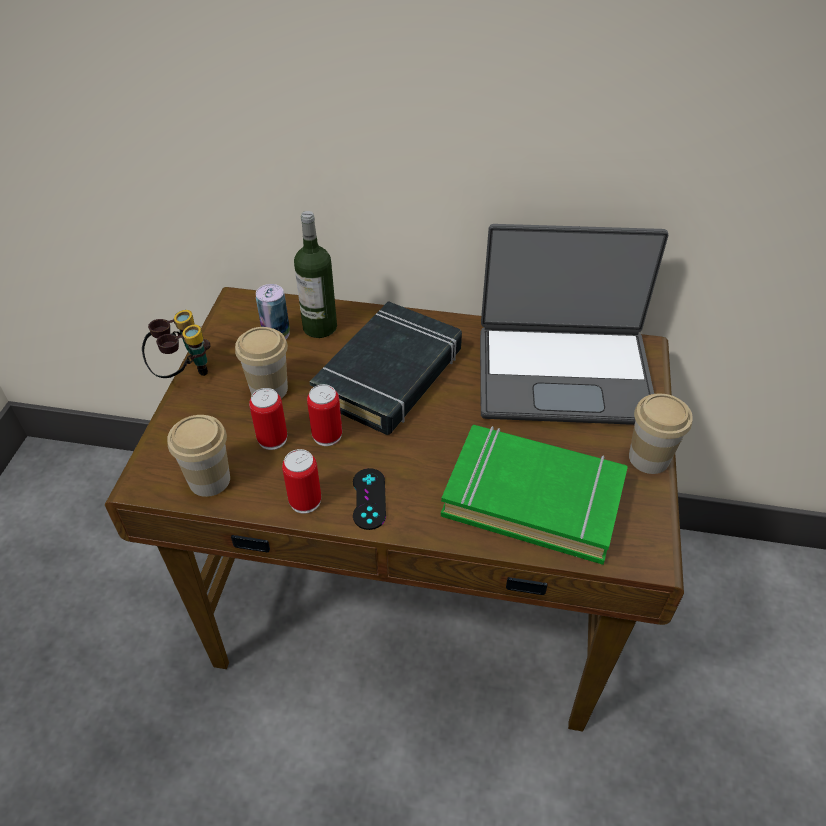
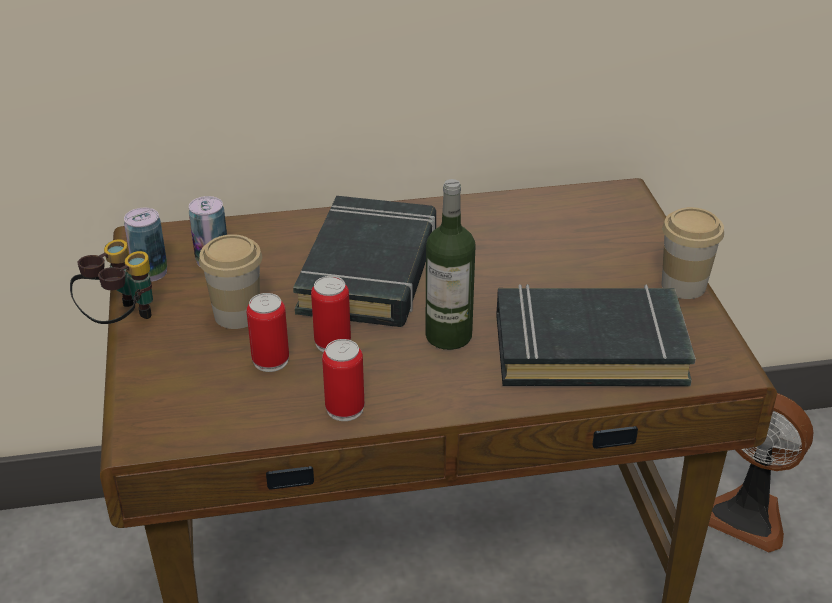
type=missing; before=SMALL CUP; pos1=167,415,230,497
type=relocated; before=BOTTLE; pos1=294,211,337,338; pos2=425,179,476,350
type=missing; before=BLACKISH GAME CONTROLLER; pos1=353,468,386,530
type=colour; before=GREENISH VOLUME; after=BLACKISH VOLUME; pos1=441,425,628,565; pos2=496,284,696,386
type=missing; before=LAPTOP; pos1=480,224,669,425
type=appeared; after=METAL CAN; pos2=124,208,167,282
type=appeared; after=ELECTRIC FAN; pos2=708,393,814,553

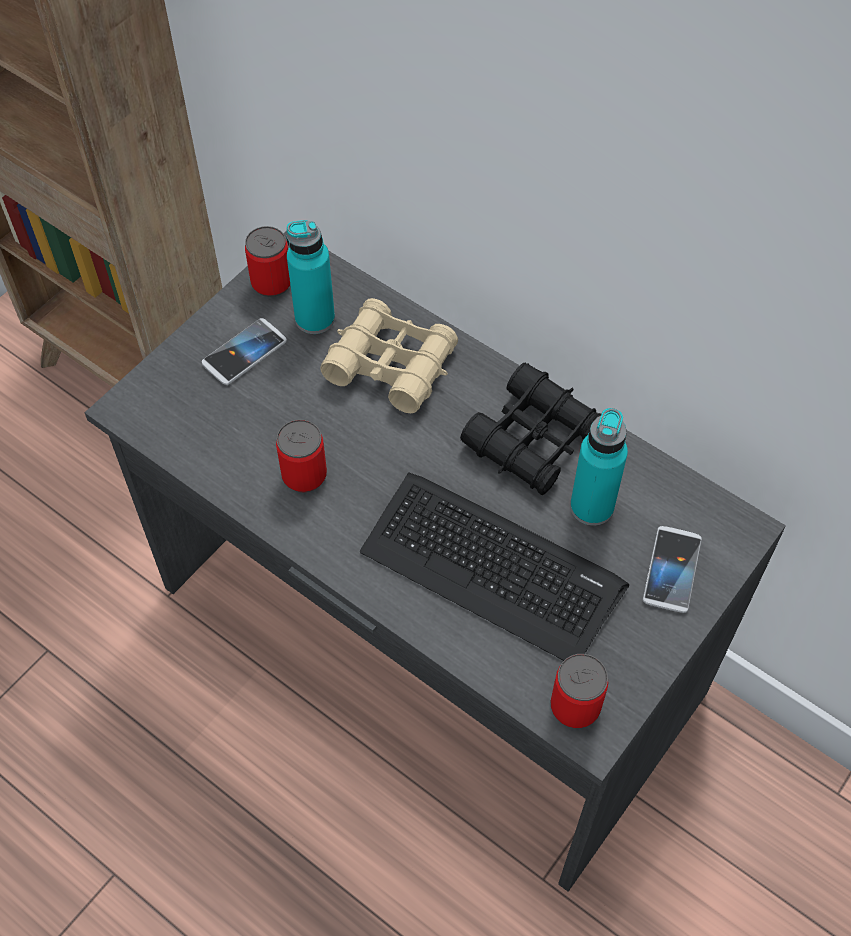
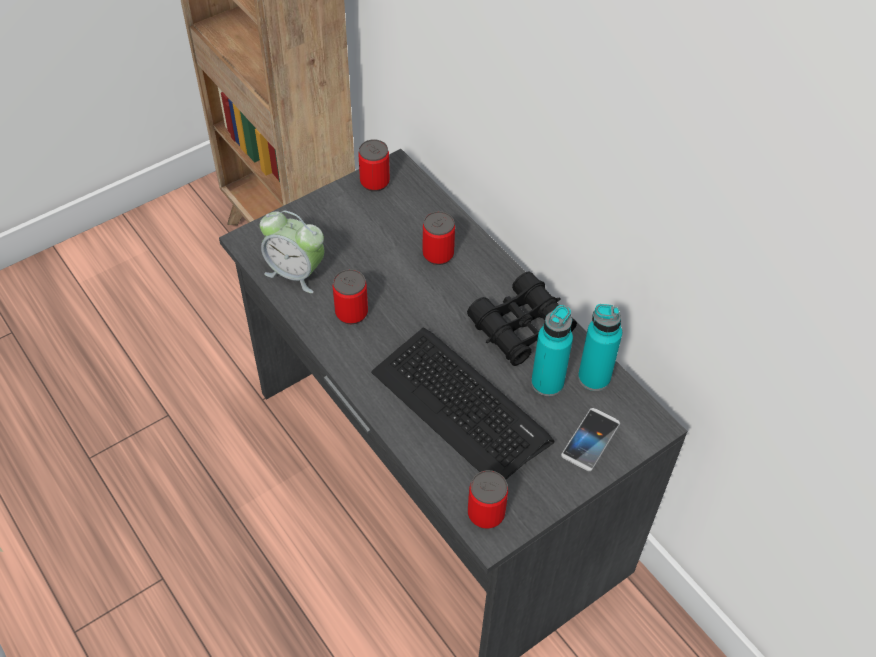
type=missing; before=HANDSET; pos1=202,318,287,385
type=relocated; before=TURQUOISE BOTTLE; pos1=286,220,335,334; pos2=578,304,622,391
type=exchanged; before=BEIGE FIELD GLASSES; after=METAL CAN; pos1=321,298,458,413; pos2=423,211,455,265
type=appeared; after=ALARM CLOCK; pos2=260,211,324,293

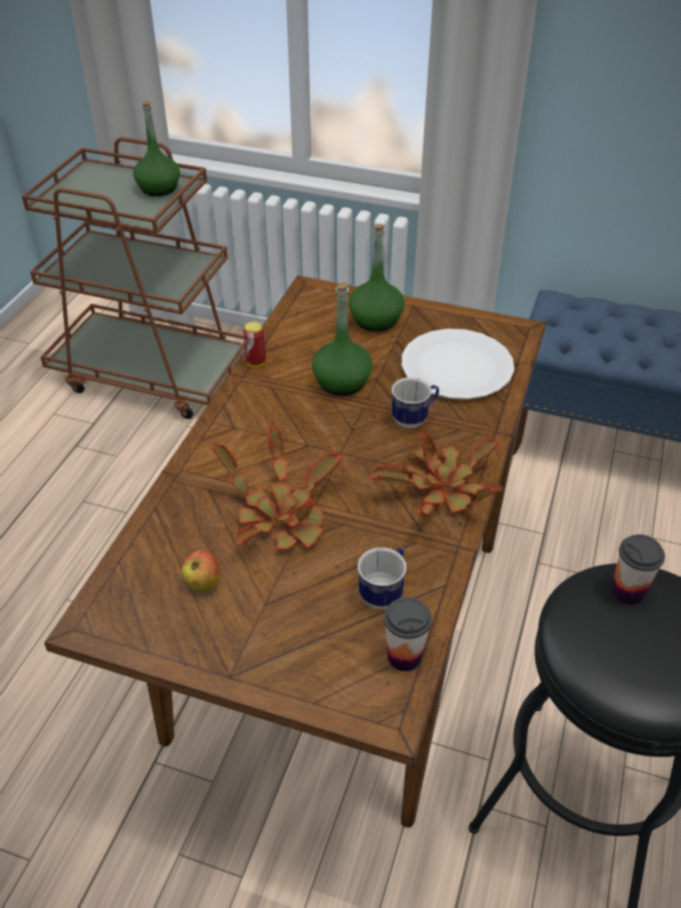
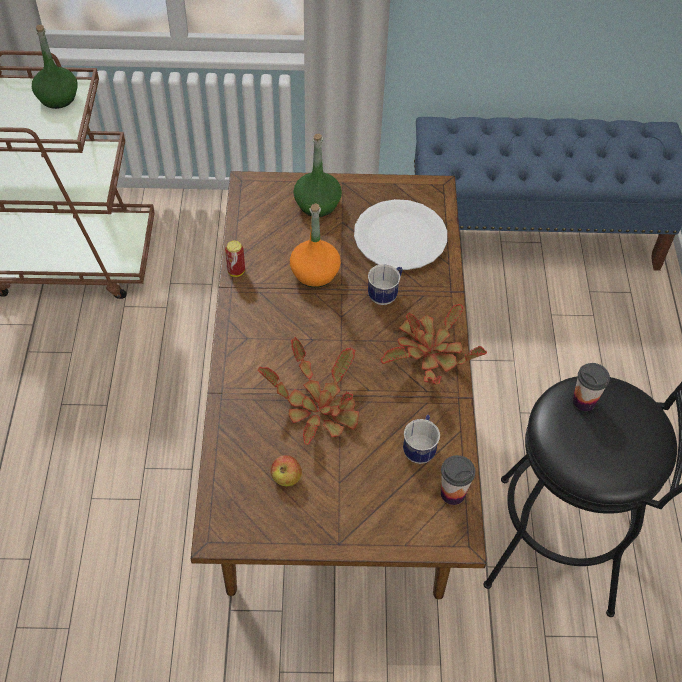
type=colour; before=GREENISH BOTTLE; after=ORANGEY BOTTLE; pos1=312,282,372,396; pos2=290,203,341,288

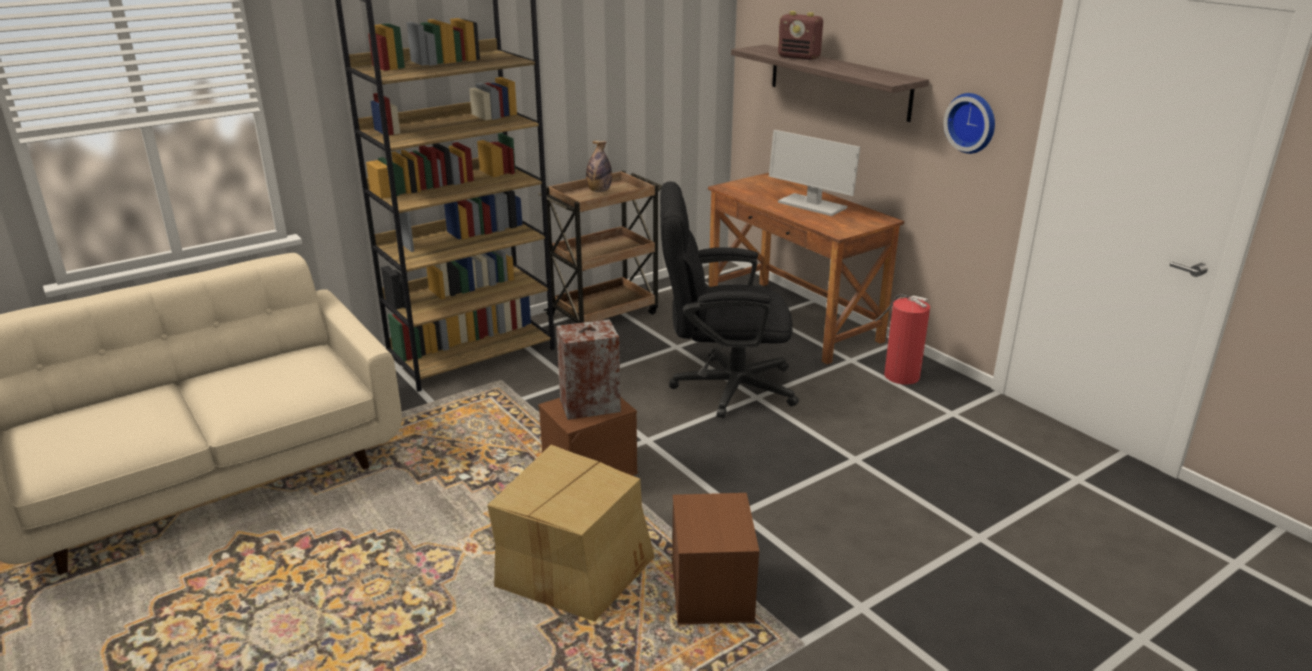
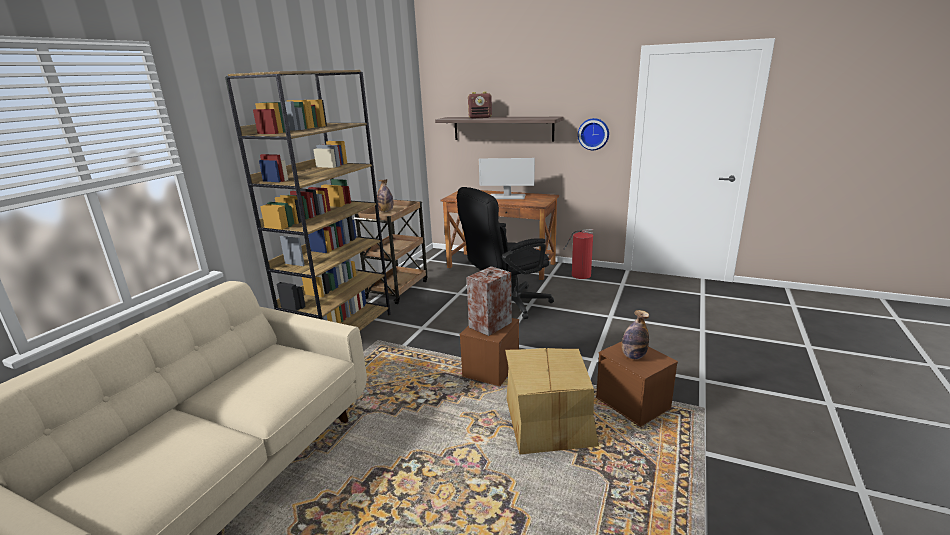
type=appeared; after=BOTTLE; pos2=622,310,649,359

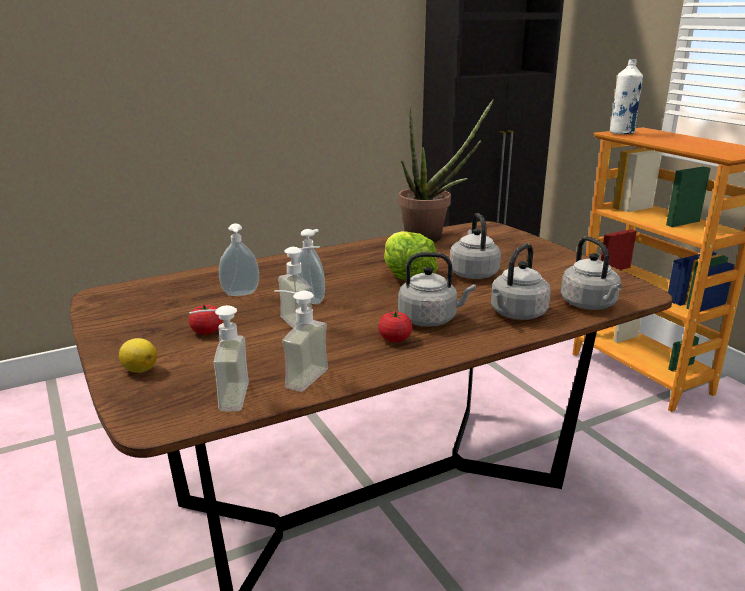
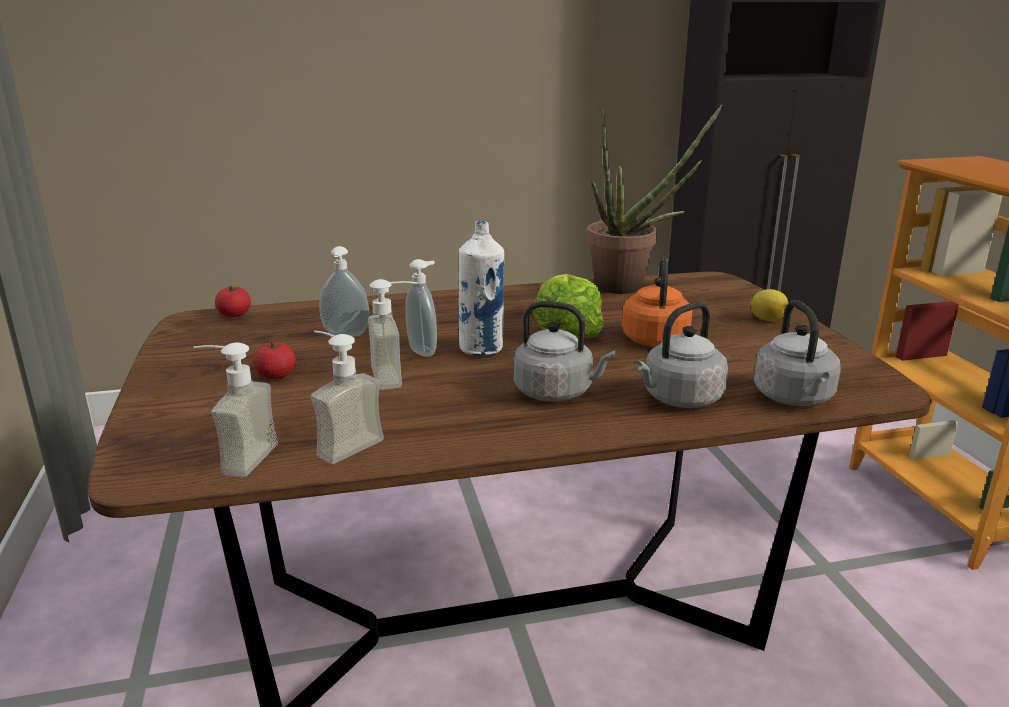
type=relocated; before=WHOLE LEMON; pos1=119,338,157,373; pos2=750,289,789,321
type=relocated; before=TOMATO; pos1=378,311,412,342; pos2=215,286,251,317
type=colour; before=GREY KETTLE; after=ORANGEY KETTLE; pos1=450,213,501,279; pos2=622,257,692,346
type=relocated; before=WHITE BOTTLE; pos1=610,59,643,134; pos2=459,221,504,356

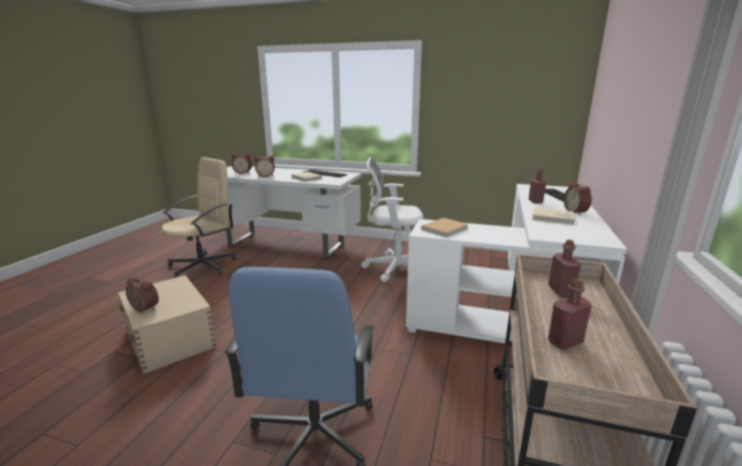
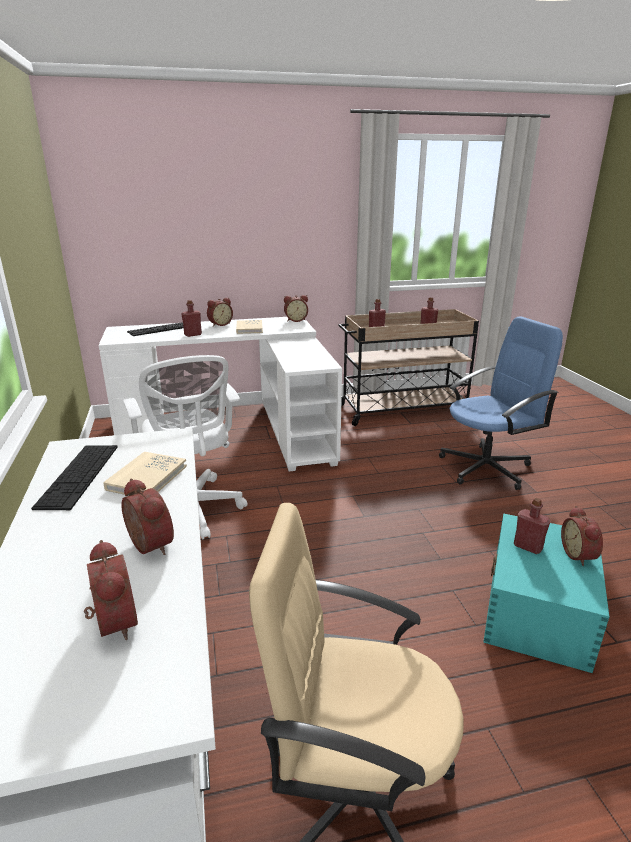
type=colour; before=BEIGE STORAGE BIN; after=TURQUOISE STORAGE BIN; pos1=118,275,217,374; pos2=483,513,609,673
type=missing; before=BEIGE VOLUME; pos1=421,218,469,238
type=appeared; after=ALARM CLOCK; pos2=284,295,308,322
type=appeared; after=REDDISH BOTTLE; pos2=514,498,550,554

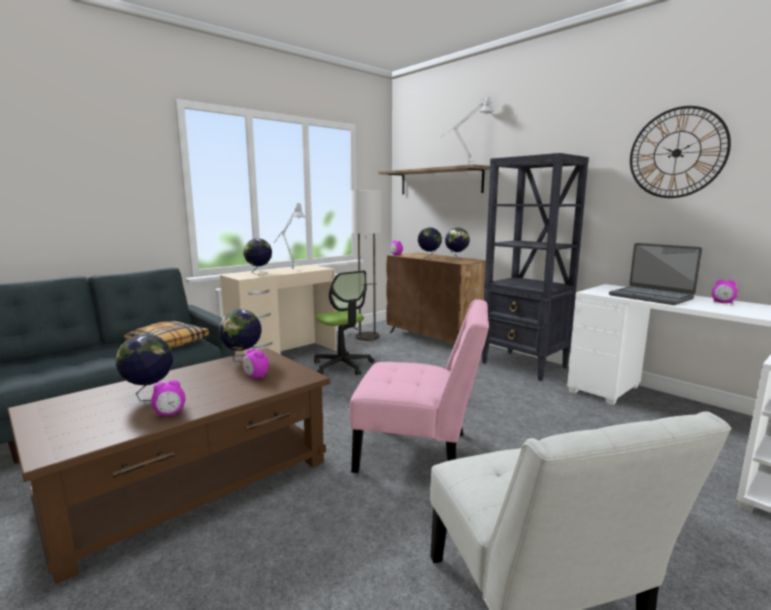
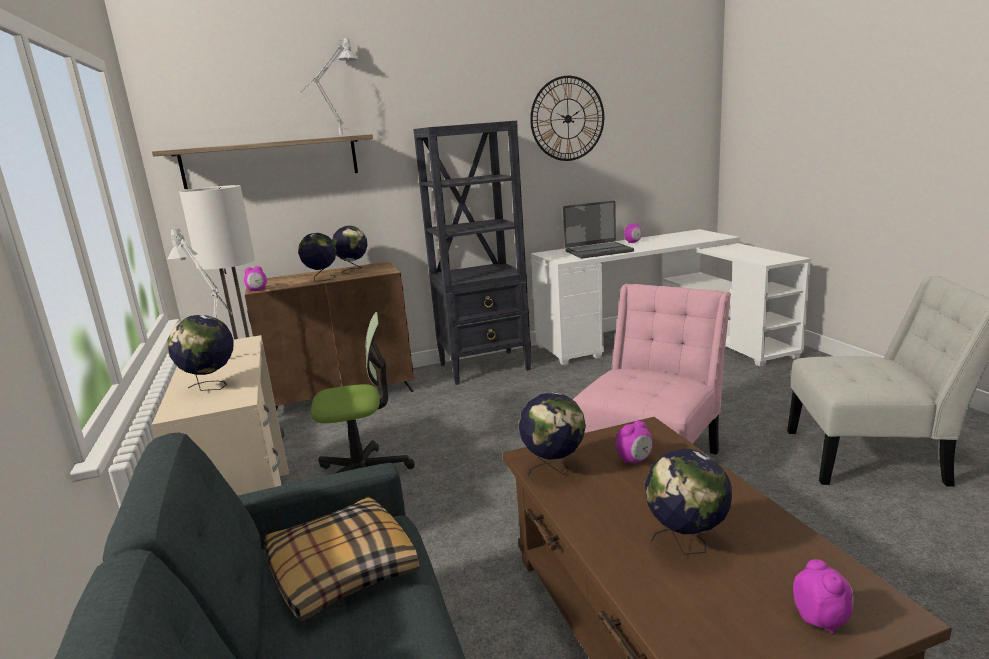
type=relocated; before=ALARM CLOCK; pos1=151,380,185,416; pos2=793,559,853,634

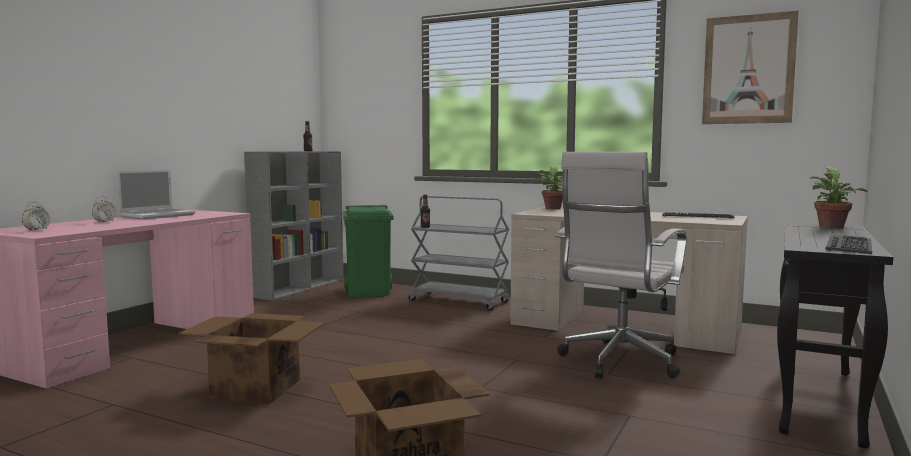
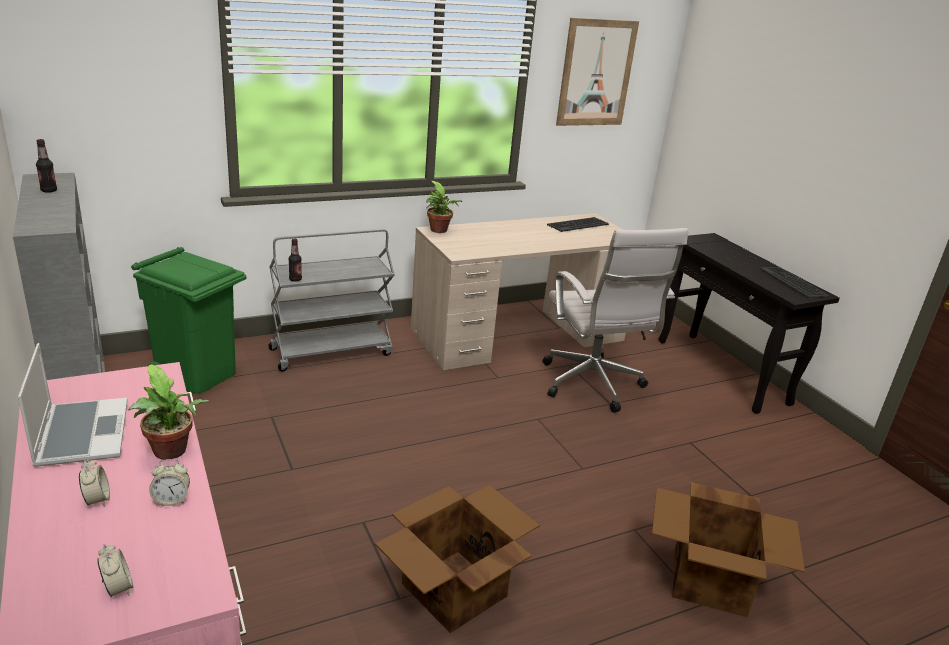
type=relocated; before=PLANT IN A POT; pos1=810,167,868,229; pos2=129,364,209,460
type=appeared; after=ALARM CLOCK; pos2=149,459,190,506

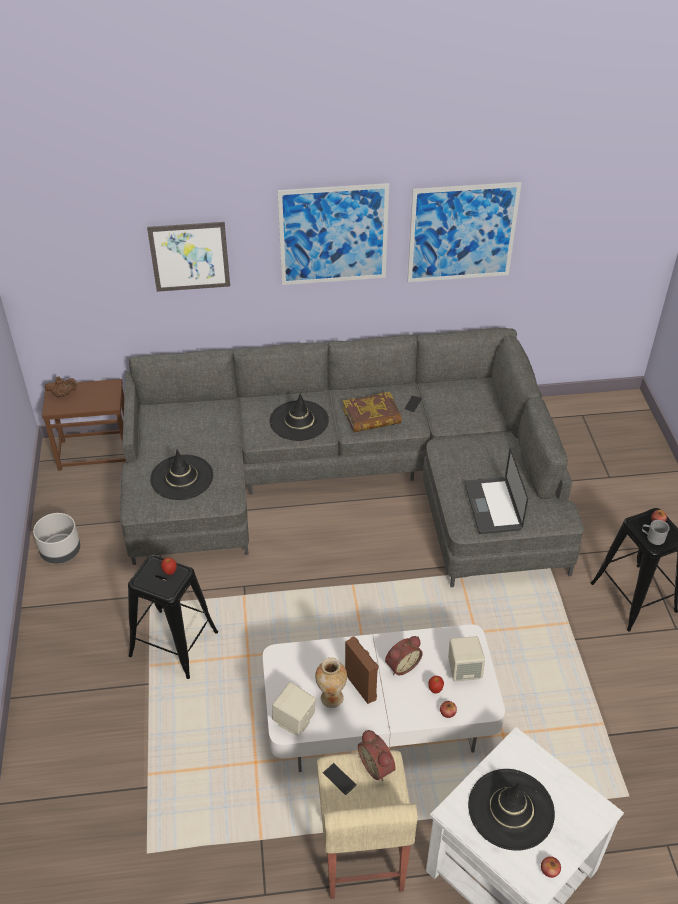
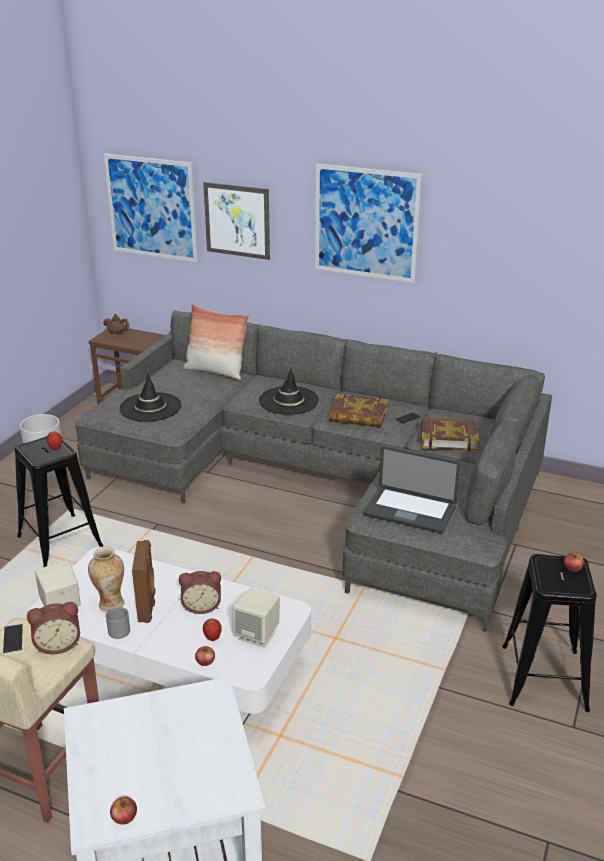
type=spun; before=ALARM CLOCK; pos1=358,730,396,781; pos2=27,602,80,654; turn=-105
type=relocated; before=PICTURE; pos1=408,182,522,282; pos2=104,154,198,262
type=spun; before=LAPTOP; pos1=465,448,528,534; pos2=364,447,460,533; turn=-90
type=missing; before=BLACKISH CLOTHING HAT; pos1=468,769,555,851
type=relocated; before=GREY MUG; pos1=642,520,670,545; pos2=105,607,130,639
type=appeared; after=PILLOW; pos2=183,304,249,380
type=appeared; after=VOLUME; pos2=421,418,479,451

